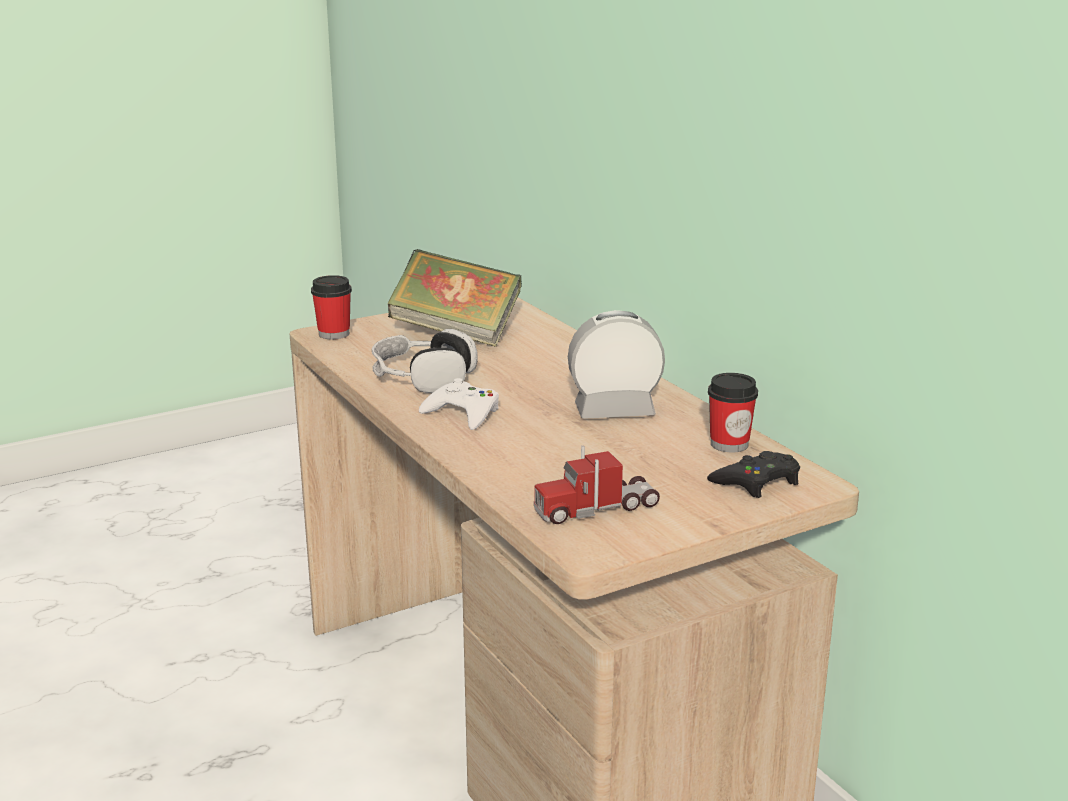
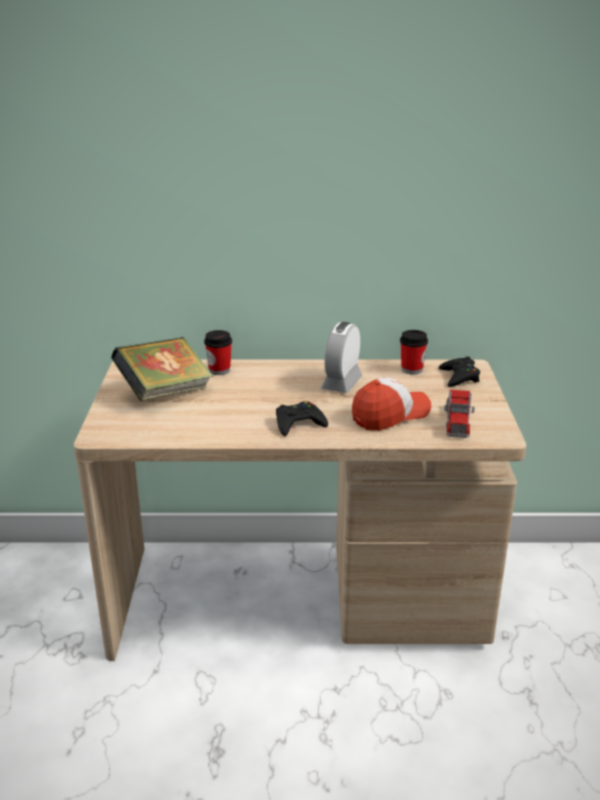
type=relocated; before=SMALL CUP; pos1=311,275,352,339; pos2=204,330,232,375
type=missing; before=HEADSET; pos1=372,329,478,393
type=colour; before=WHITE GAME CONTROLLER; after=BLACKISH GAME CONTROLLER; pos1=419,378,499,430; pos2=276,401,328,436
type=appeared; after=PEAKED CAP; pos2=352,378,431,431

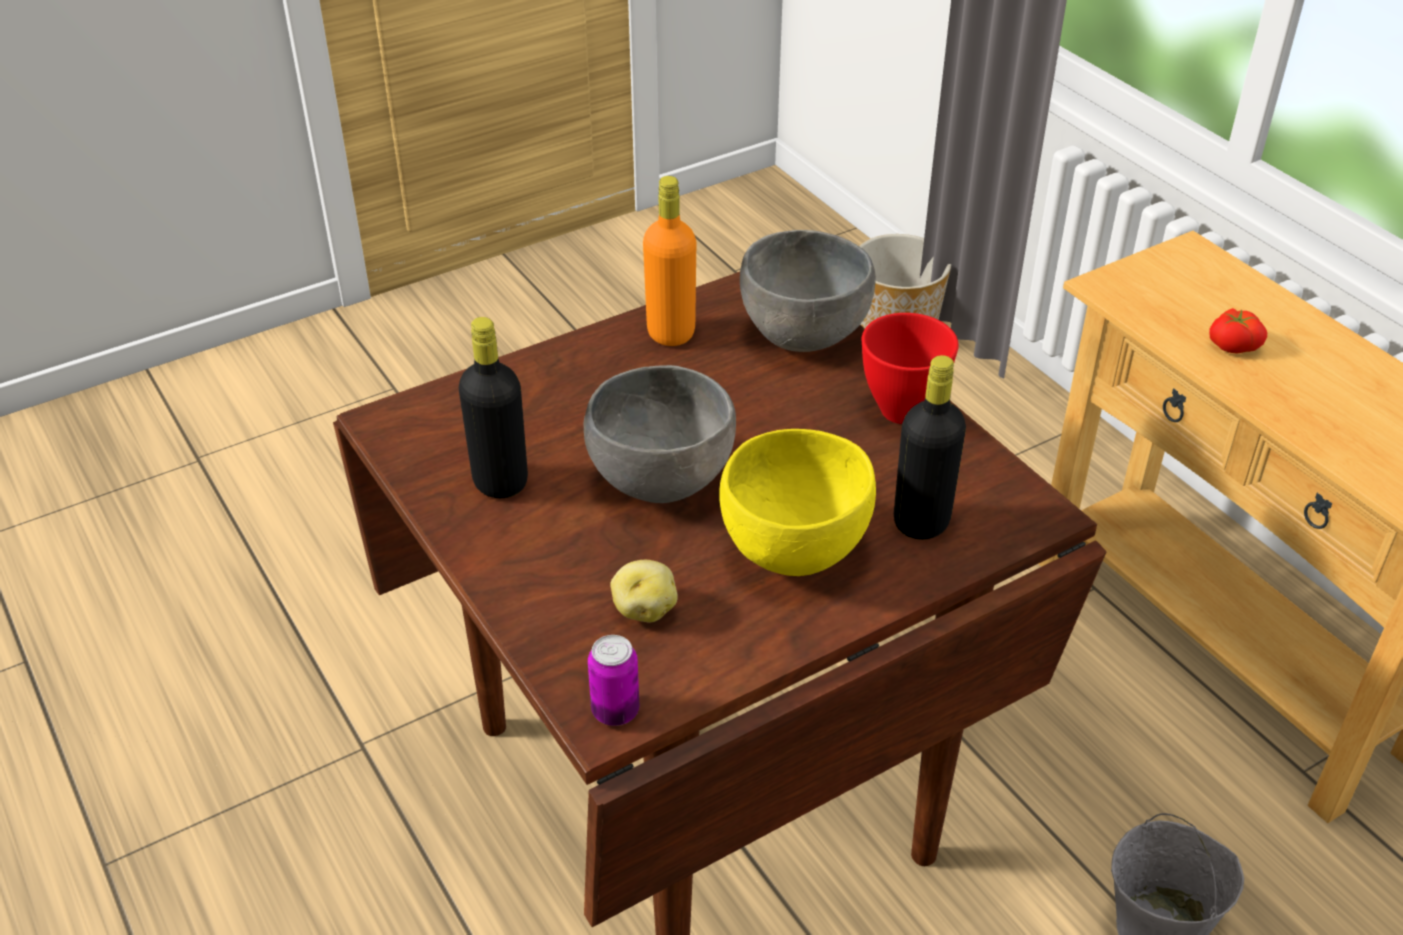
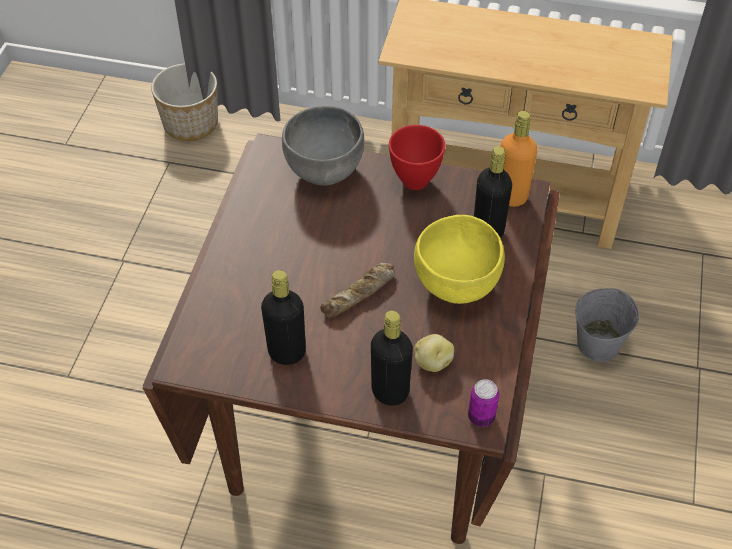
type=exchanged; before=GREY BOWL; after=BAKERY BREAD; pos1=584,365,736,503; pos2=320,263,394,318
type=relocated; before=ORANGEY BOTTLE; pos1=643,176,696,346; pos2=500,111,537,207
type=missing; before=TOMATO; pos1=1209,308,1267,354
type=appeared; after=BLACKISH BOTTLE; pos2=371,311,413,406

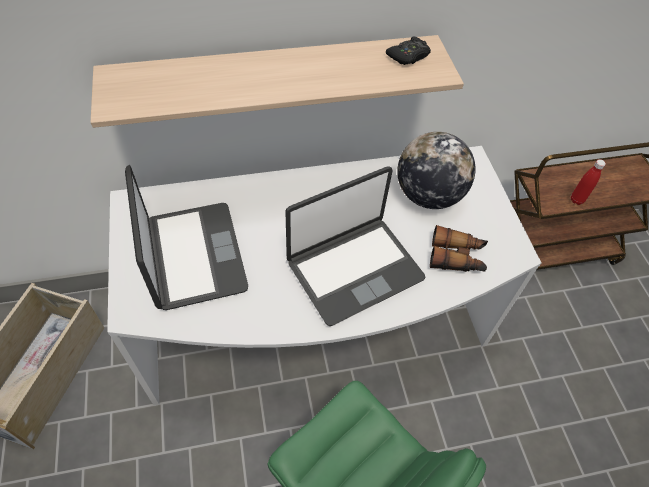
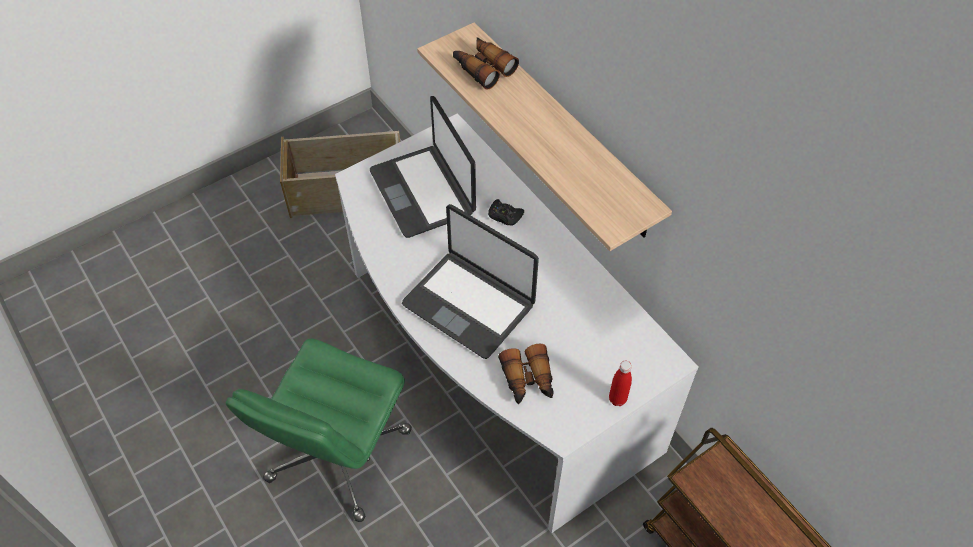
type=spun; before=LAPTOP; pos1=125,165,248,310; pos2=370,96,476,238; turn=105
type=relocated; before=BLACKISH GAME CONTROLLER; pos1=386,37,431,65; pos2=488,199,524,226
type=missing; before=DESK GLOBE; pos1=397,132,475,209
type=relocated; before=REDDISH BOTTLE; pos1=571,159,606,205; pos2=609,361,632,406
type=appeared; after=FIELD GLASSES; pos2=453,37,519,90

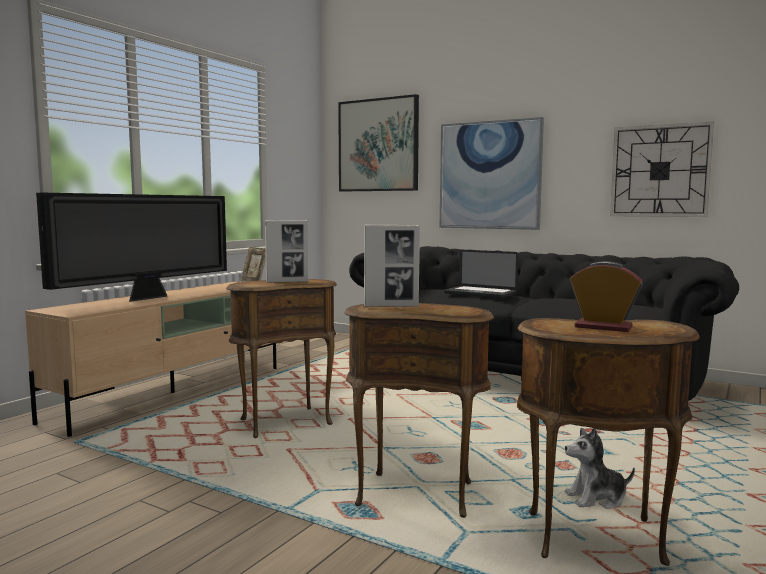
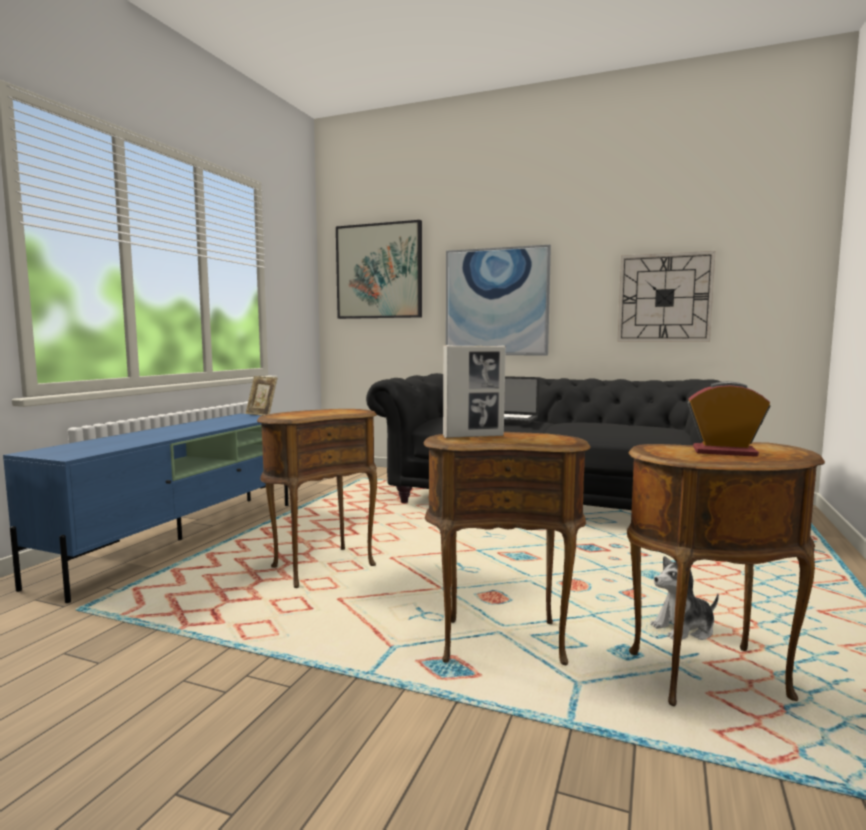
type=colour; before=BEIGE TV STAND; after=BLUE-COLOURED TV STAND; pos1=25,281,277,437; pos2=3,414,288,603
type=missing; before=TV SET; pos1=36,193,227,302
type=missing; before=STANDING FRAME; pos1=265,220,308,283

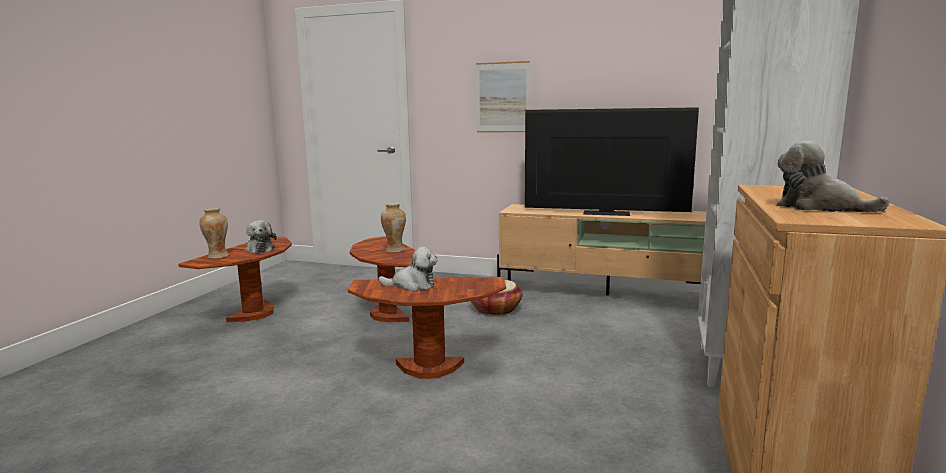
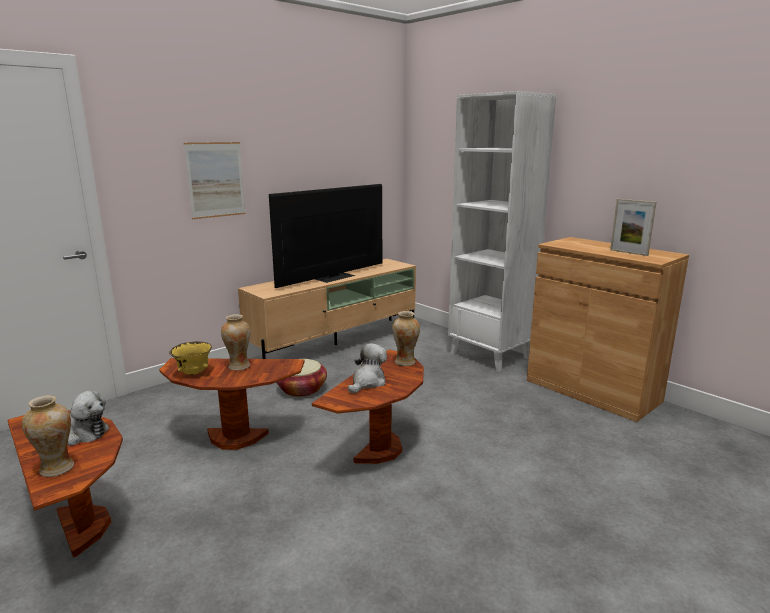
type=exchanged; before=CUDDLY TOY; after=STANDING FRAME; pos1=776,141,890,213; pos2=610,199,656,256
type=appeared; after=YELLOW BOWL; pos2=169,341,212,375
type=appeared; after=VASE; pos2=392,311,420,366

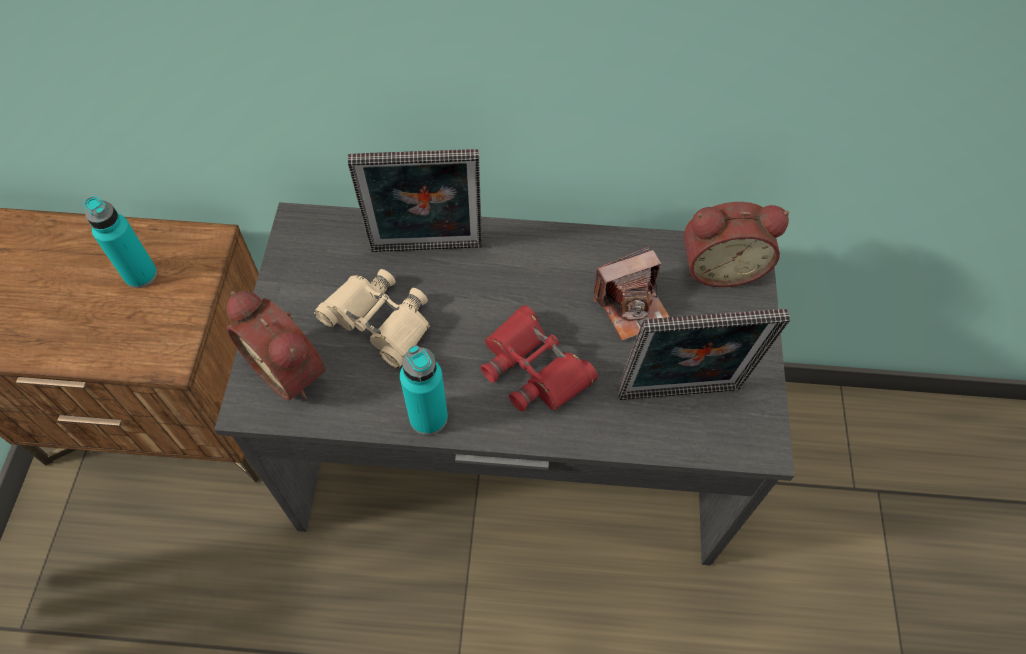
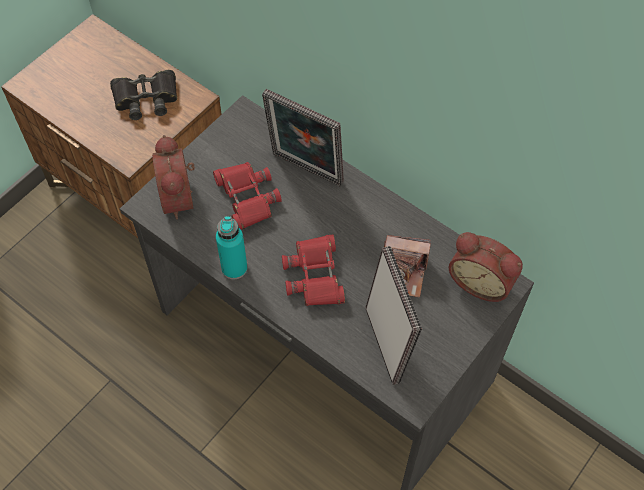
type=exchanged; before=TURQUOISE BOTTLE; after=BLACKISH FIELD GLASSES; pos1=83,196,157,288; pos2=110,70,177,120
type=colour; before=BEIGE FIELD GLASSES; after=REDDISH FIELD GLASSES; pos1=314,269,430,368; pos2=213,162,282,230
type=spun; before=STANDING FRAME; pos1=618,309,790,400; pos2=366,246,422,385; turn=-135

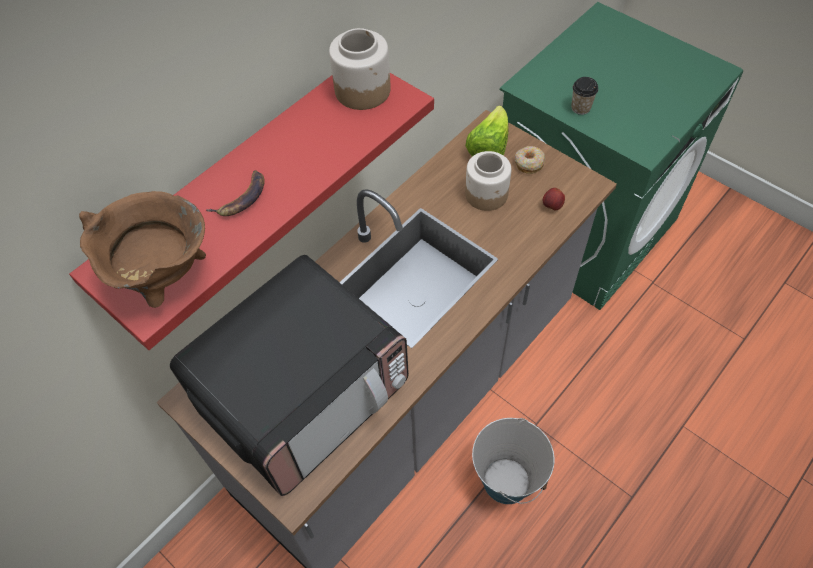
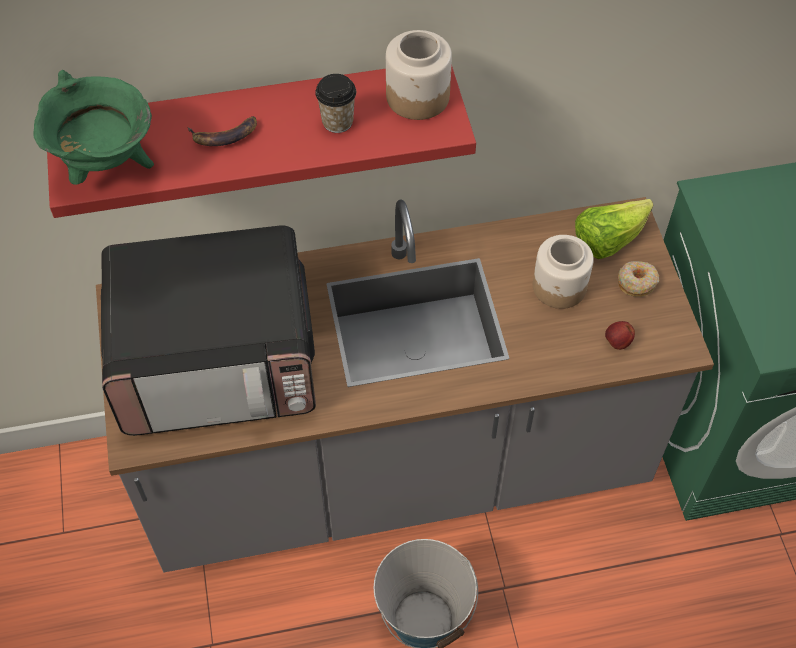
type=colour; before=BROWNISH COOKING POT; after=GREENISH COOKING POT; pos1=79,191,206,308; pos2=33,70,154,185
type=relocated; before=SMALL CUP; pos1=571,77,598,115; pos2=315,74,356,133

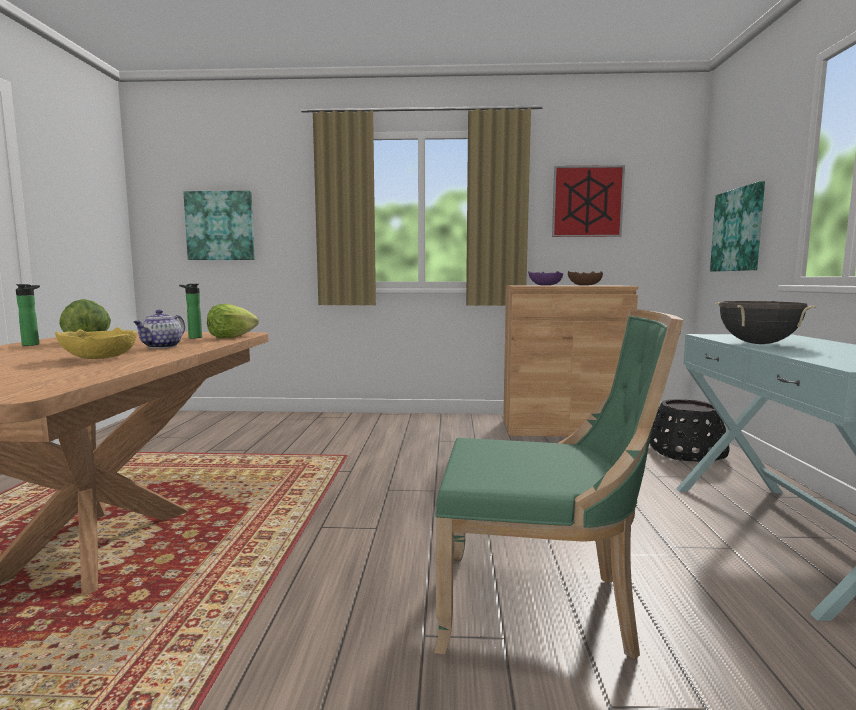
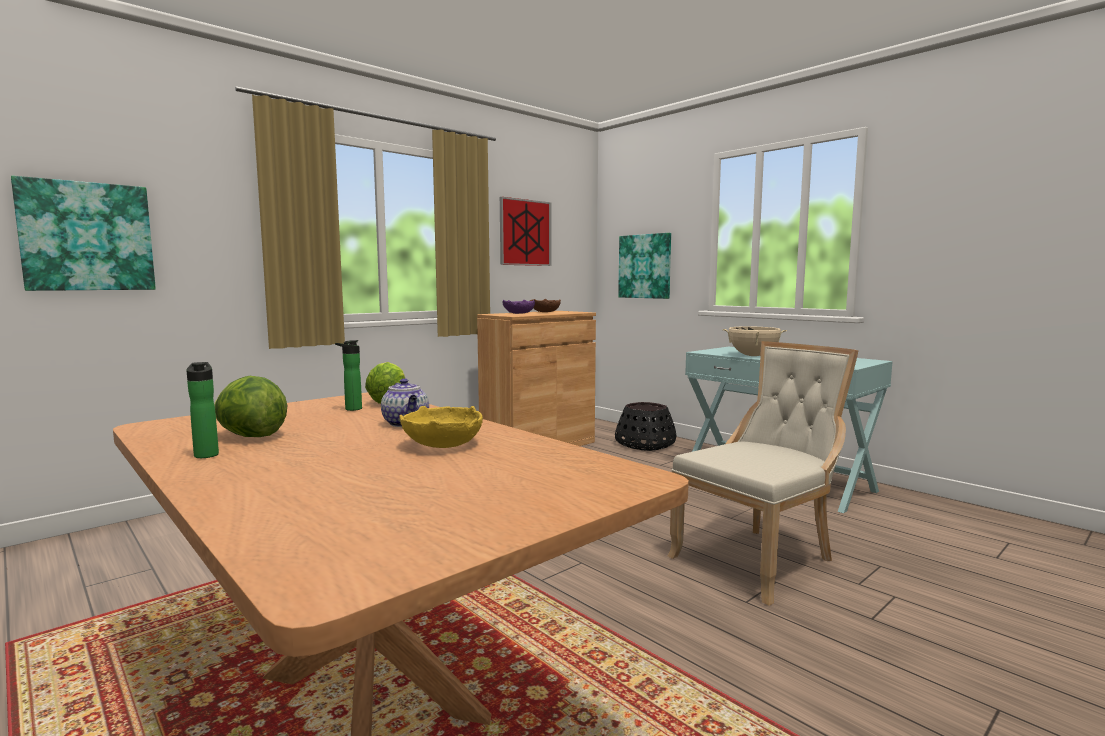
type=colour; before=GREENISH PLAIN CHAIR; after=BEIGE PLAIN CHAIR; pos1=434,308,683,660; pos2=668,341,859,606
type=colour; before=BLACKISH COOKING POT; after=BEIGE COOKING POT; pos1=715,301,816,344; pos2=723,326,787,356

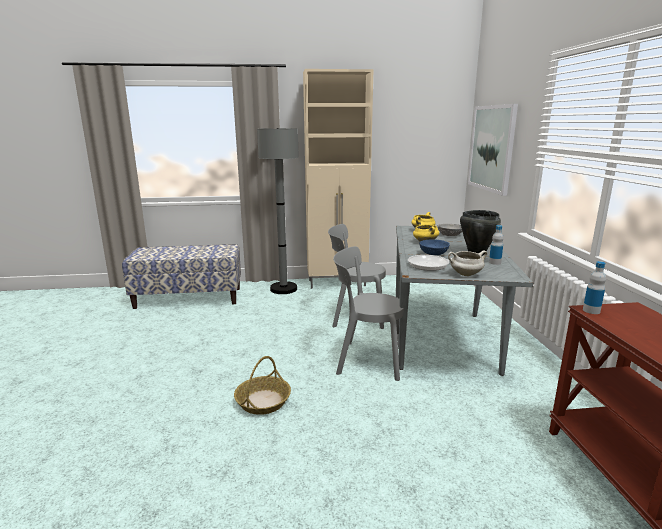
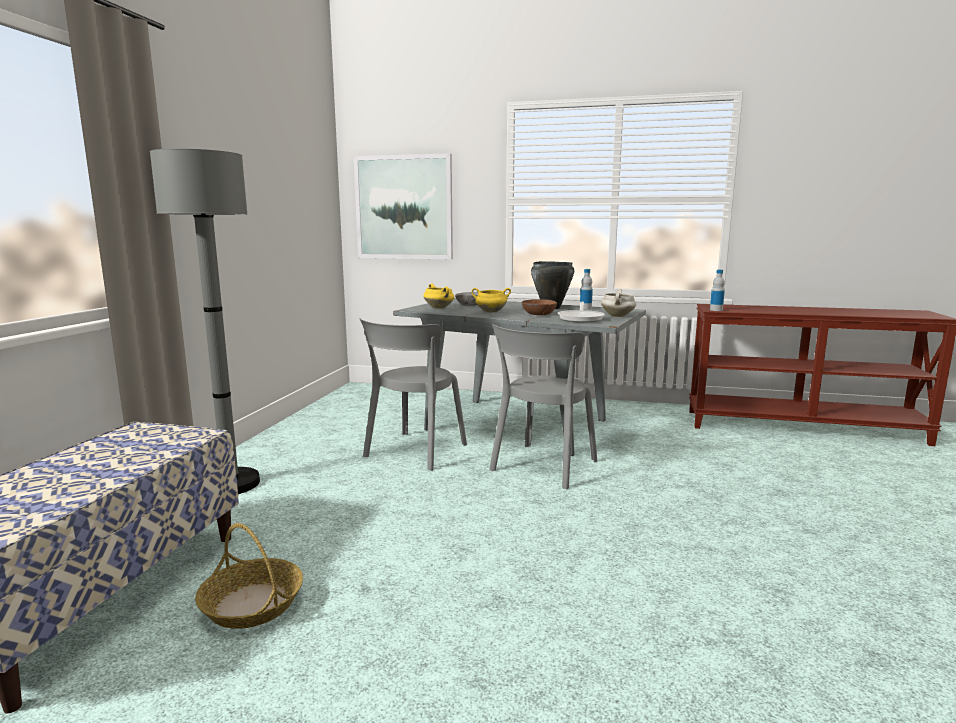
type=relocated; before=BASKET; pos1=234,356,291,415; pos2=195,523,303,629
type=missing; before=BEIGE CABINET; pos1=303,69,373,289
type=colour; before=BLUE-COLOURED BOWL; after=BROWNISH BOWL; pos1=419,239,450,255; pos2=522,299,557,315

